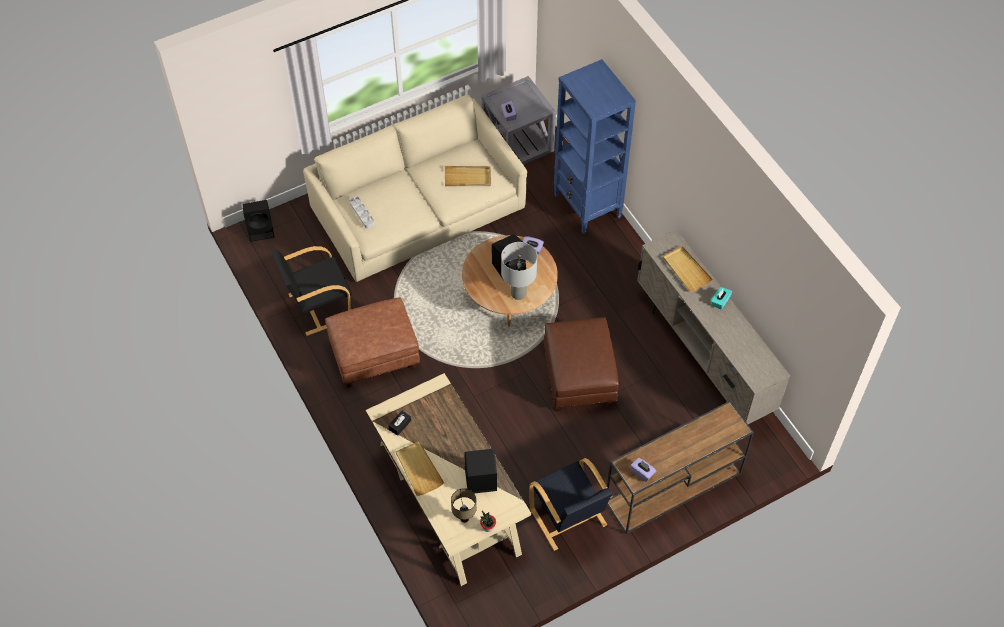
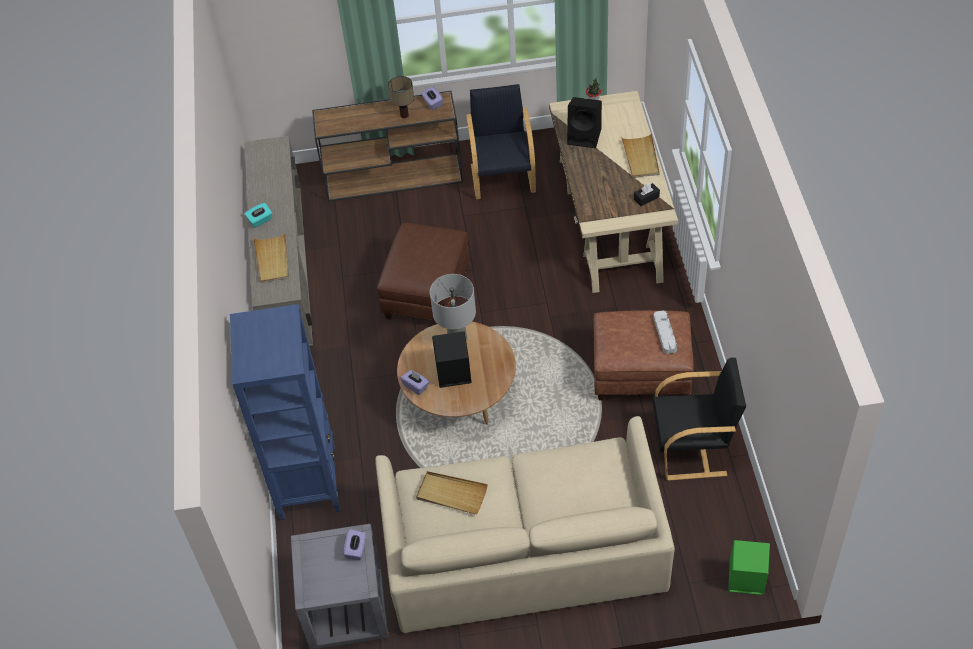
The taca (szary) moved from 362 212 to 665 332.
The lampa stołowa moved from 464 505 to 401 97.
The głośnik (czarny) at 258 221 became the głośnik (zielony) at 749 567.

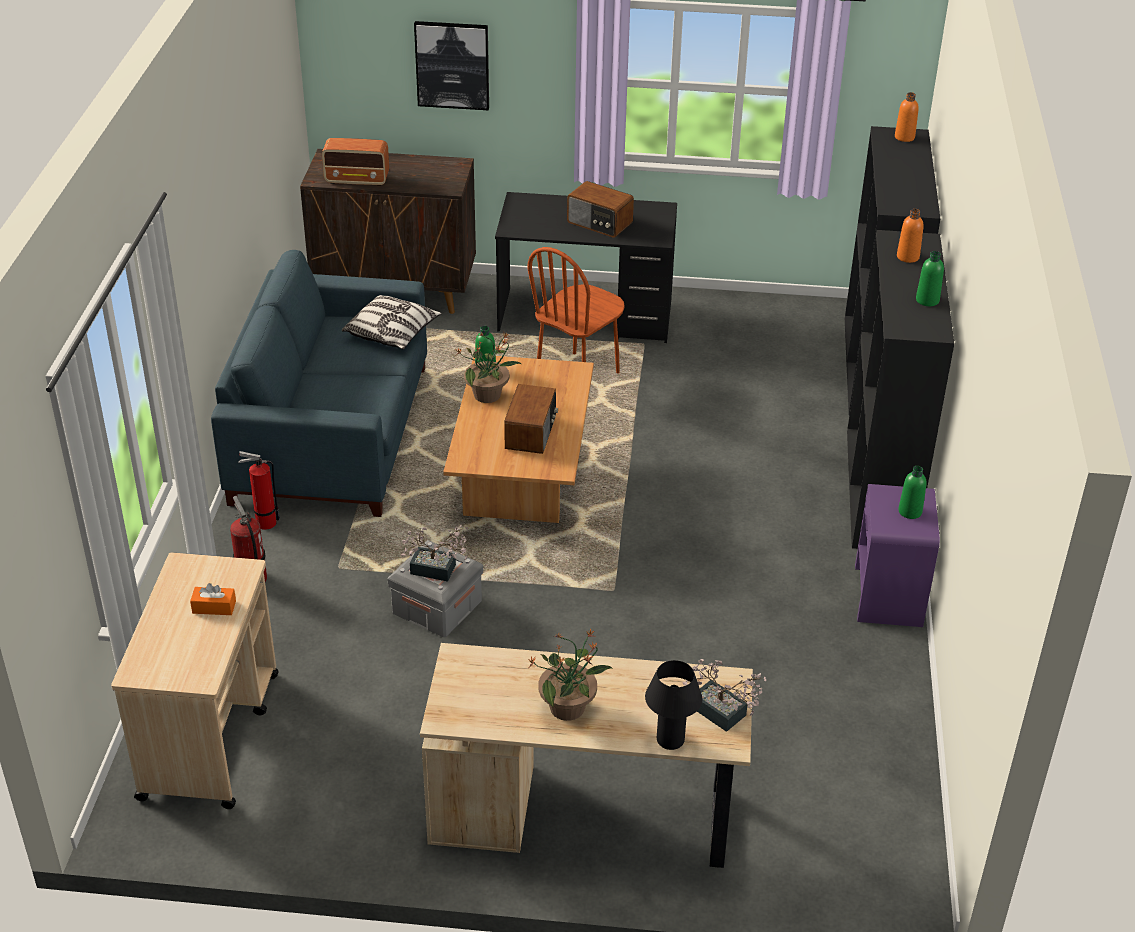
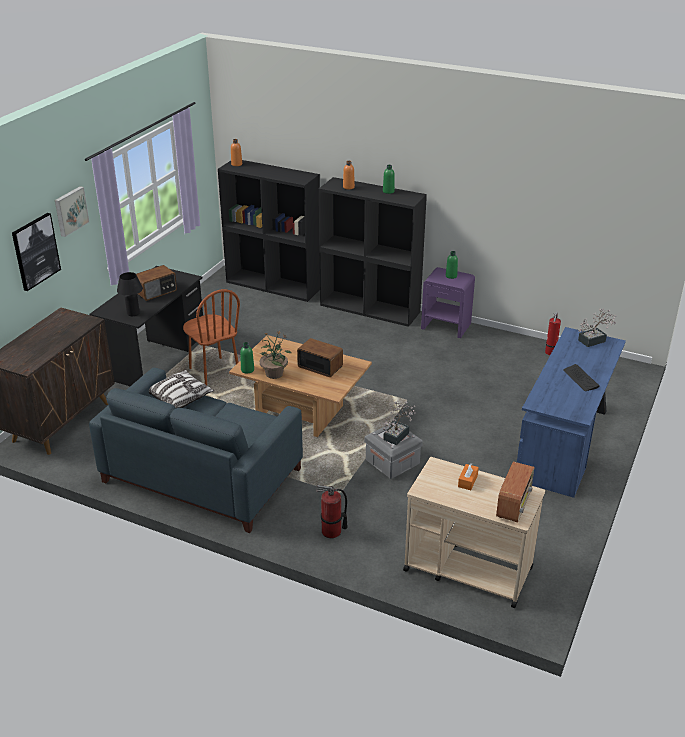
The obraz at 72 211 appeared.
The gaśnica moved from 259 490 to 553 333.
The radio moved from 355 162 to 515 492.
The lampa stołowa (czarny) moved from 673 705 to 130 294.
The roślina doniczkowa at 569 675 was replaced by the klawiatura at 581 377.
The biurko (beżowy) at 586 755 became the biurko (niebieski) at 571 412.

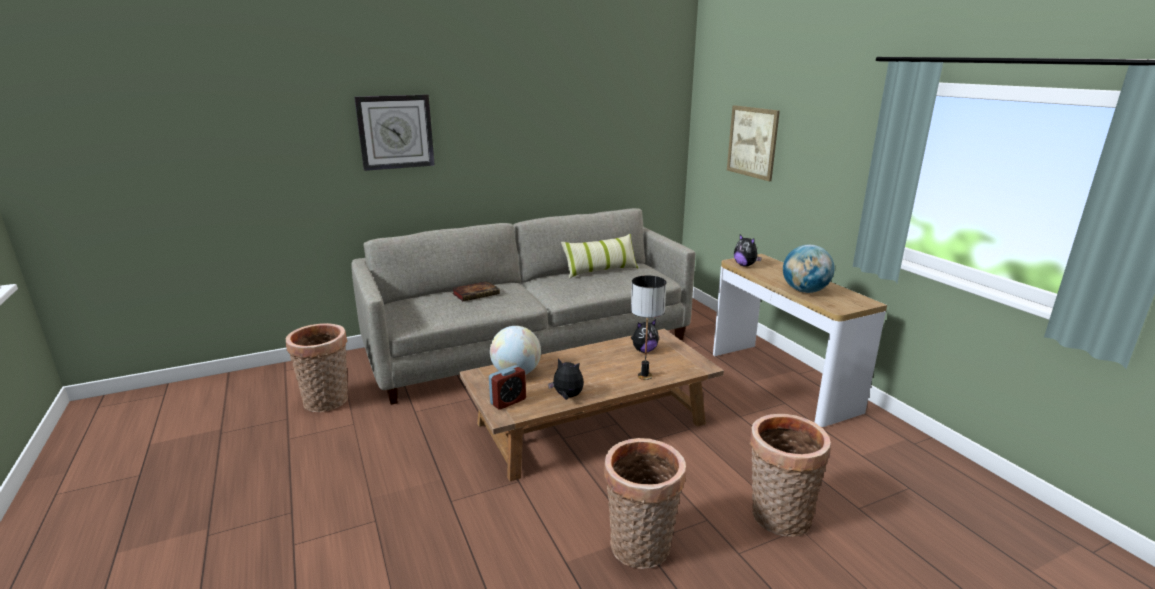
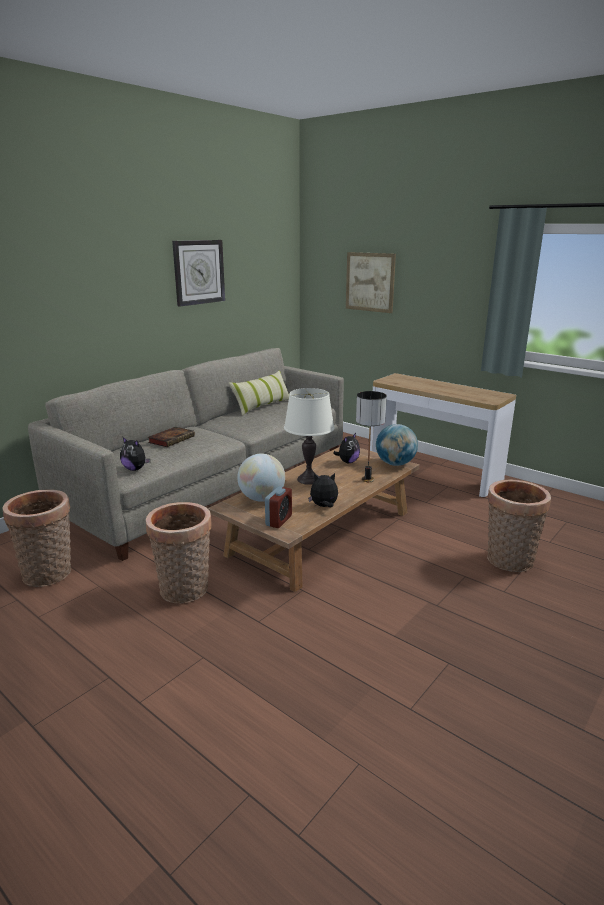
The lampa stołowa (biały) at 309 436 appeared.
The zegar ścienny moved from 394 132 to 198 273.
The koszyk moved from 645 503 to 179 552.
The pluszak moved from 748 251 to 135 454.
The globus moved from 809 269 to 397 445.

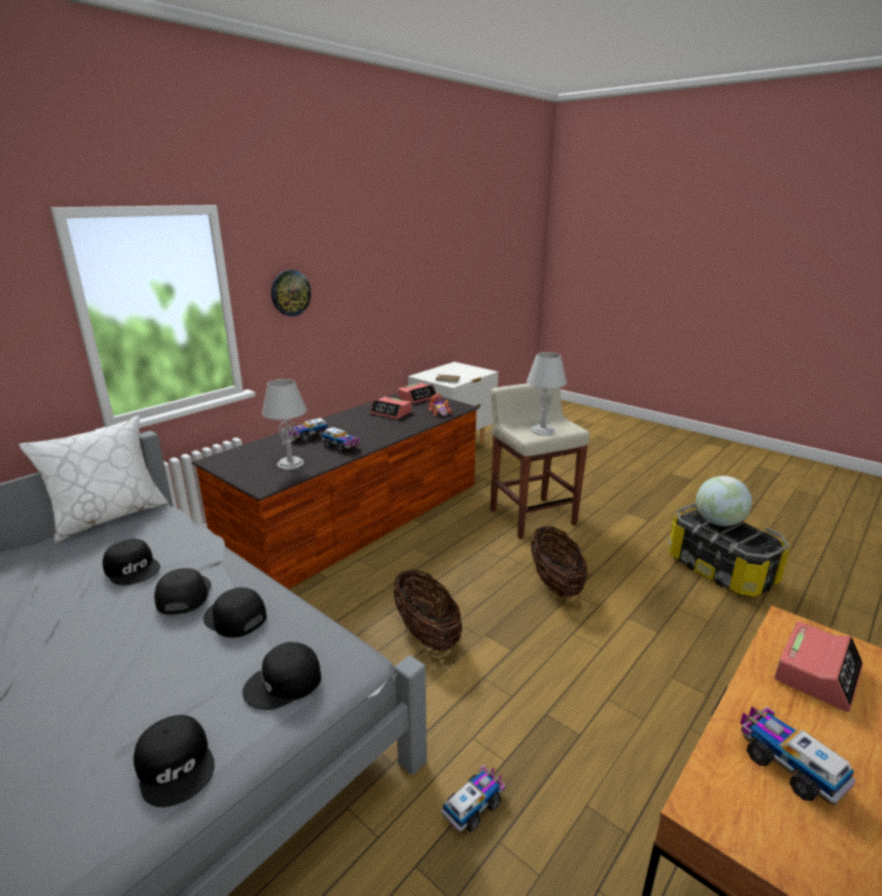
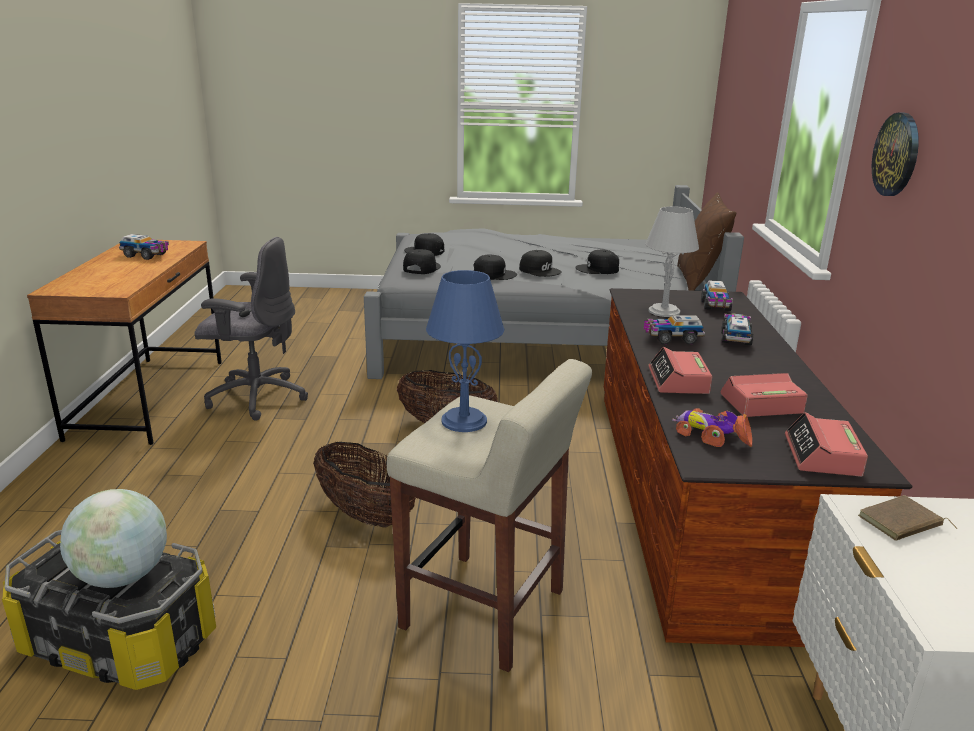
The krzesło biurowe (szary) at 251 329 appeared.
The ciężarówka zabawkowa moved from 473 799 to 717 295.
The budzik moved from 818 666 to 680 370.
The poduszka (biały) at 94 479 became the poduszka (brązowy) at 706 241.
The lampa stołowa (szary) at 547 393 became the lampa stołowa (niebieski) at 465 351.

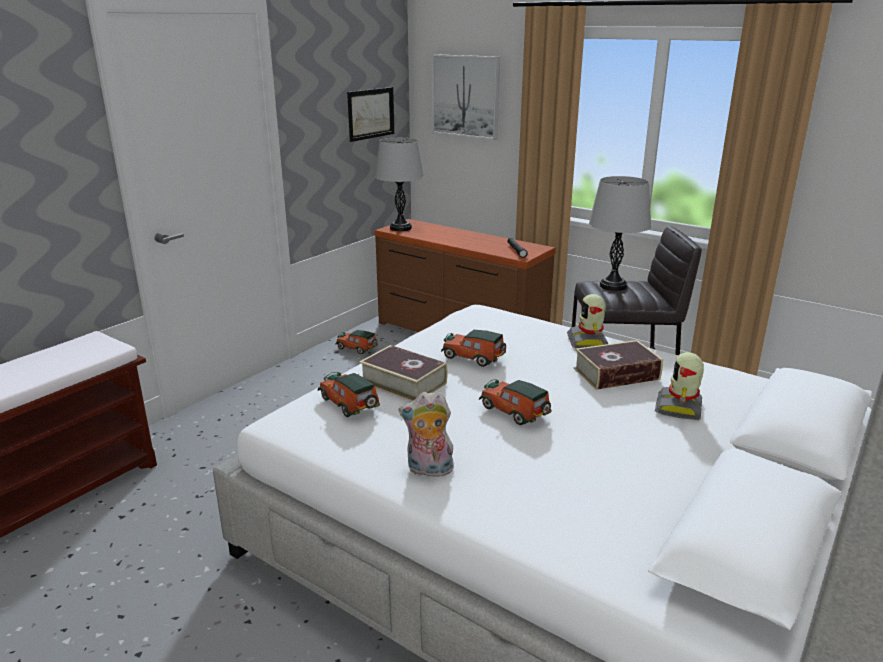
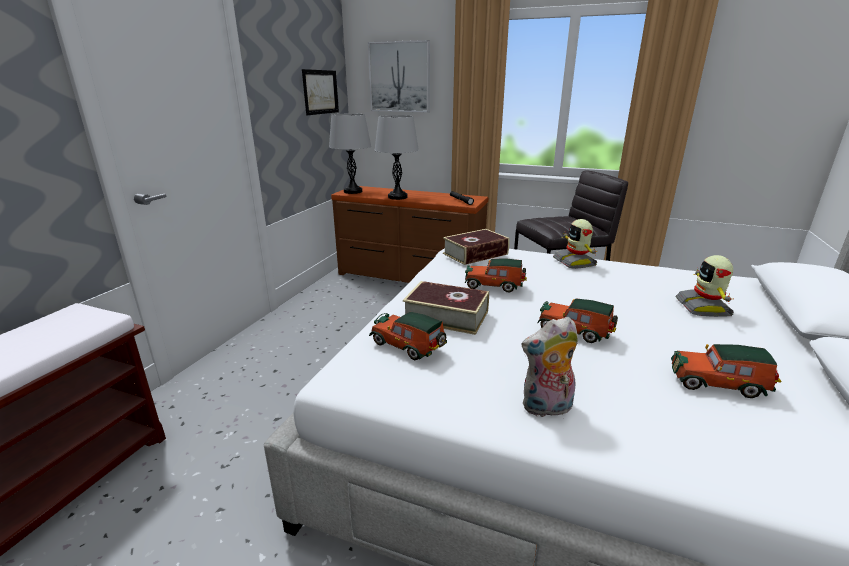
The samochodzik moved from 357 342 to 726 371.
The książka moved from 618 365 to 476 247.
The lampa stołowa (szary) moved from 620 233 to 396 157.

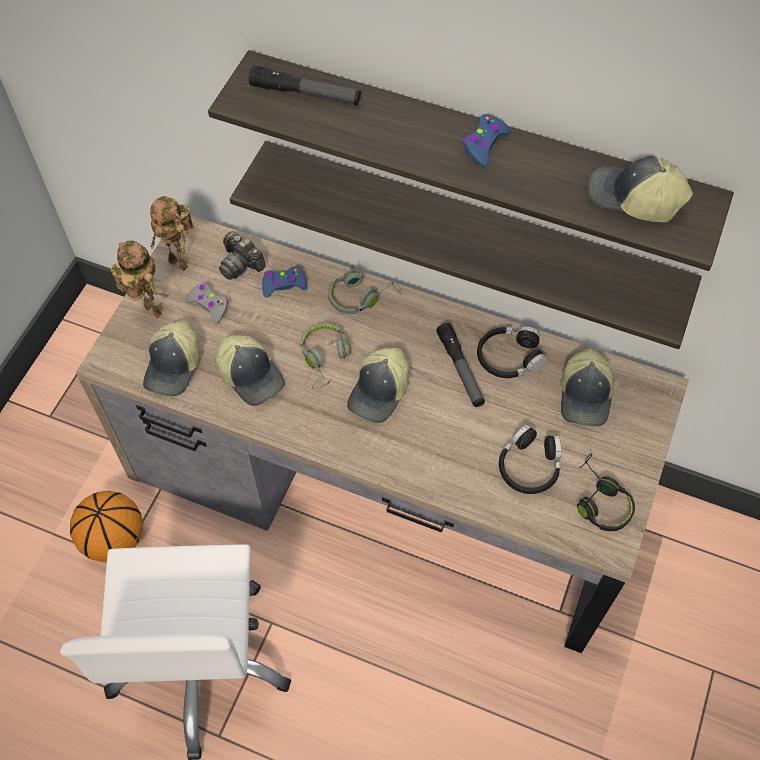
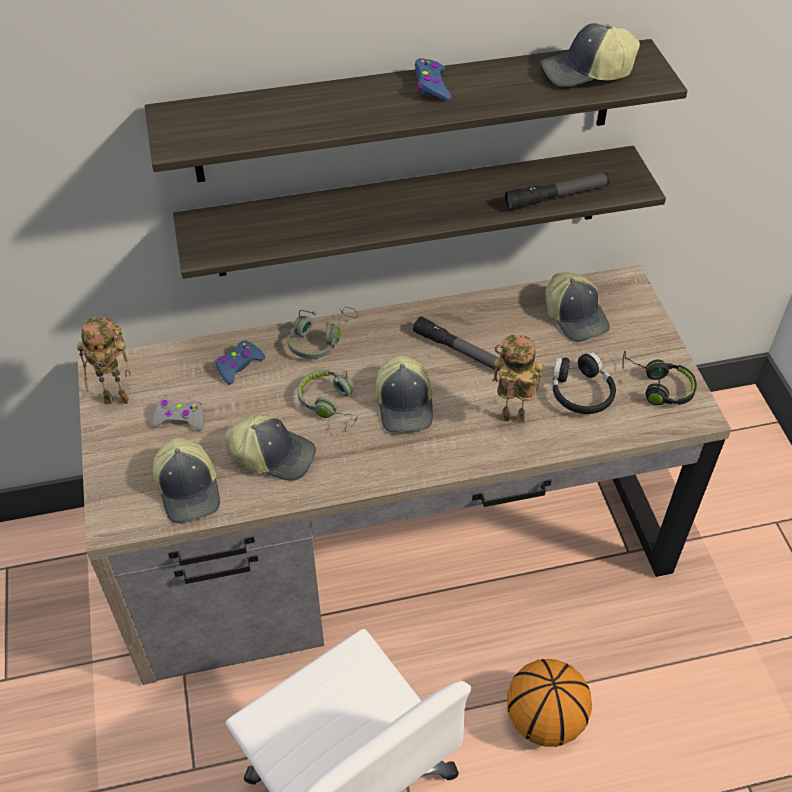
The aparat fotograficzny at 242 255 disappeared.
The słuchawki (czarny) at 512 352 disappeared.
The piłka do koszykówki moved from 106 526 to 549 703.
The robot zabawkowy moved from 140 279 to 518 379.
The latarka moved from 305 85 to 557 191.

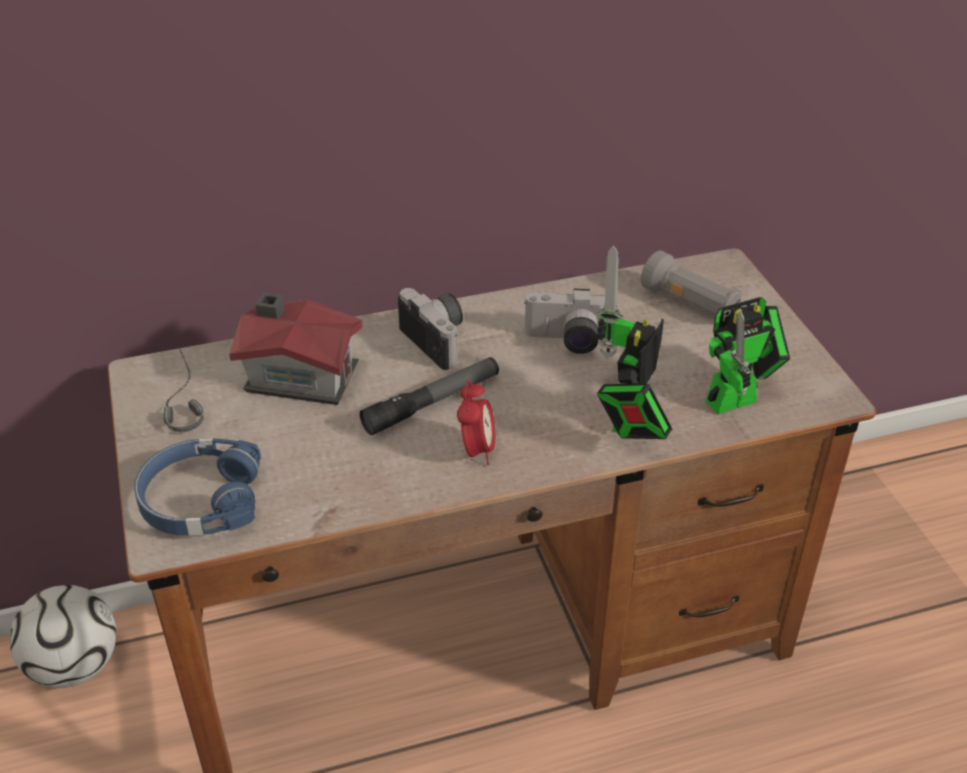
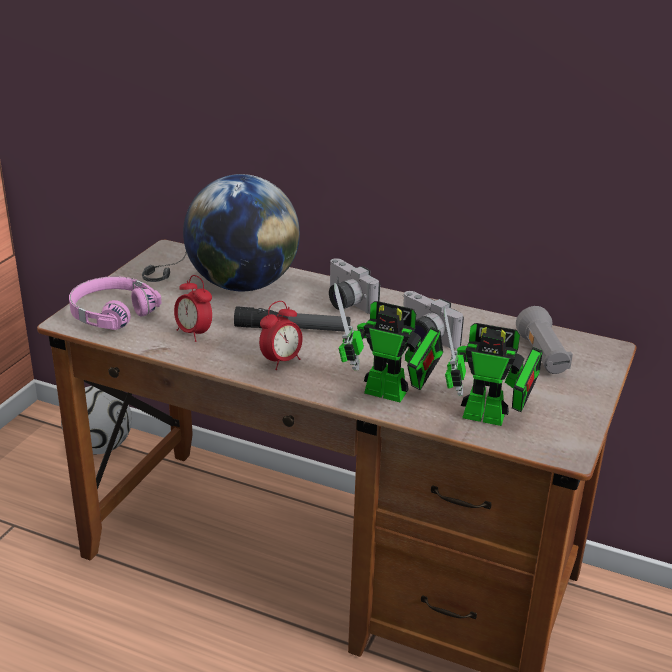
The budzik at 193 308 appeared.
The domek at 296 349 was replaced by the globus at 241 233.
The słuchawki (niebieski) at 197 487 became the słuchawki (różowy) at 115 303.
The aparat fotograficzny at 430 329 turned 135 degrees clockwise.
The robot zabawkowy at 633 342 turned 135 degrees counterclockwise.

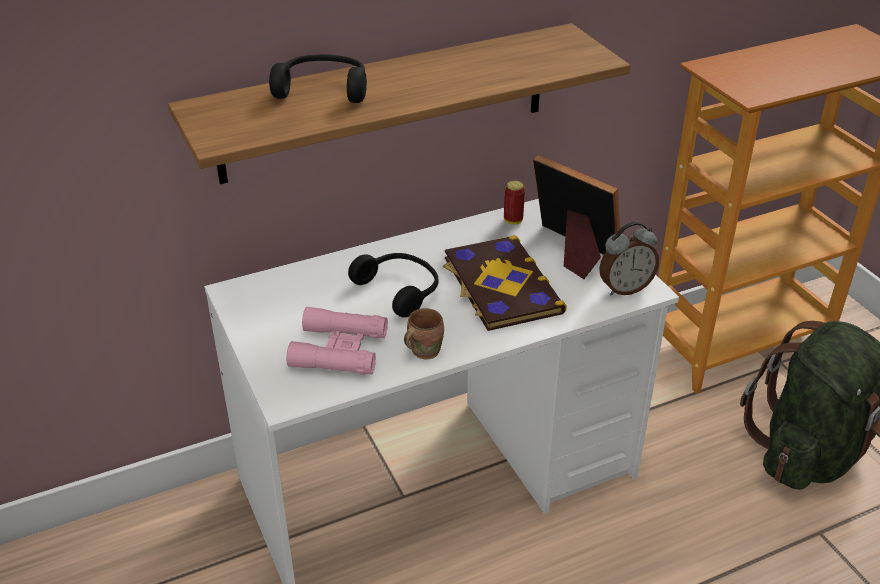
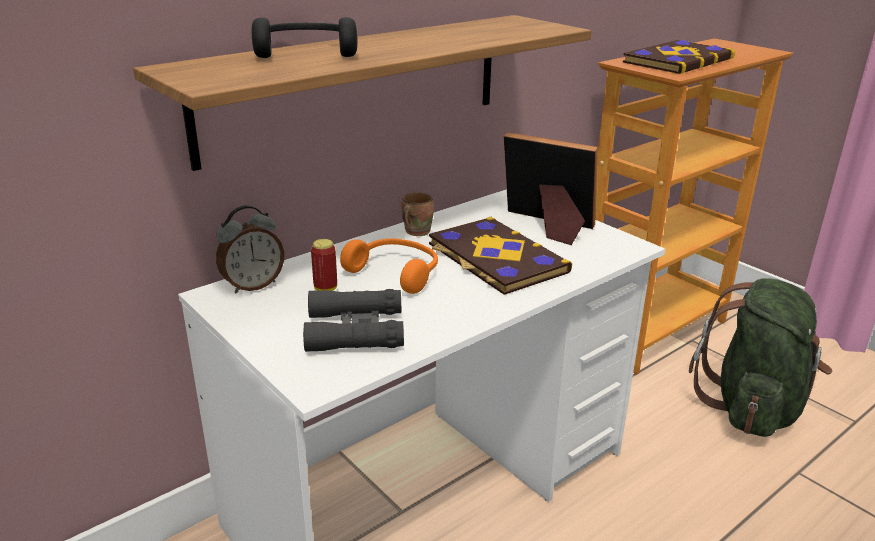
The książka at 679 57 appeared.
The kubek (brązowy) moved from 424 333 to 417 214.
The puszka moved from 514 202 to 324 265.
The budzik moved from 629 259 to 250 249.
The lornetka (różowy) at 337 341 became the lornetka (czarny) at 353 320.
The słuchawki (czarny) at 393 285 became the słuchawki (pomarańczowy) at 389 266.

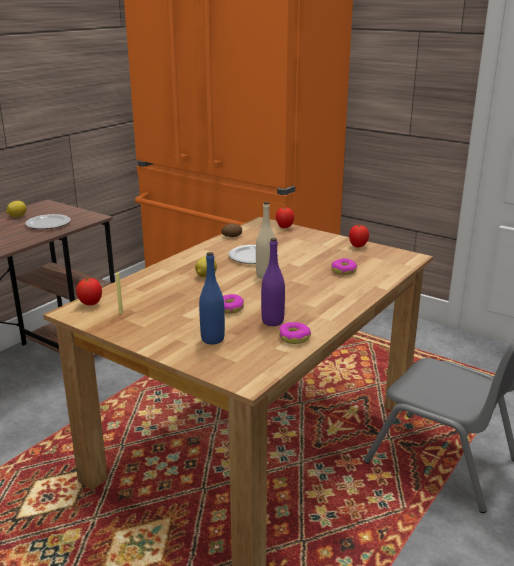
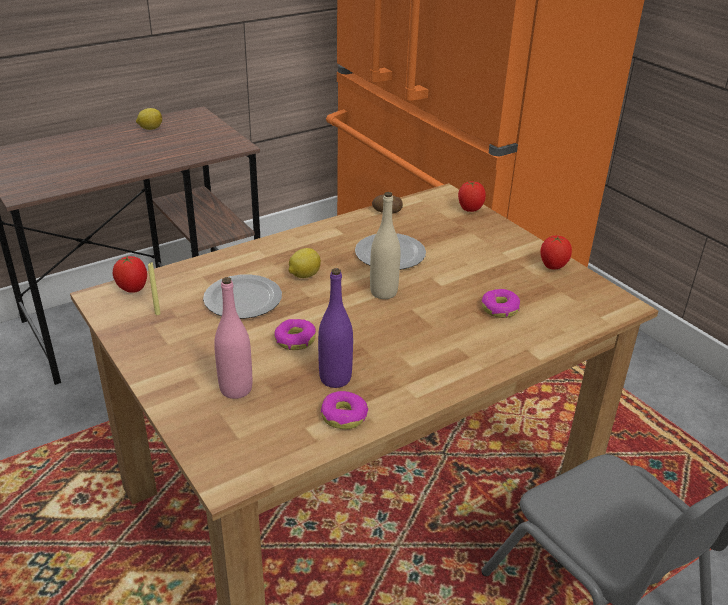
The talerz moved from 48 221 to 242 296.
The butelka (niebieski) at 212 298 became the butelka (różowy) at 233 338.

